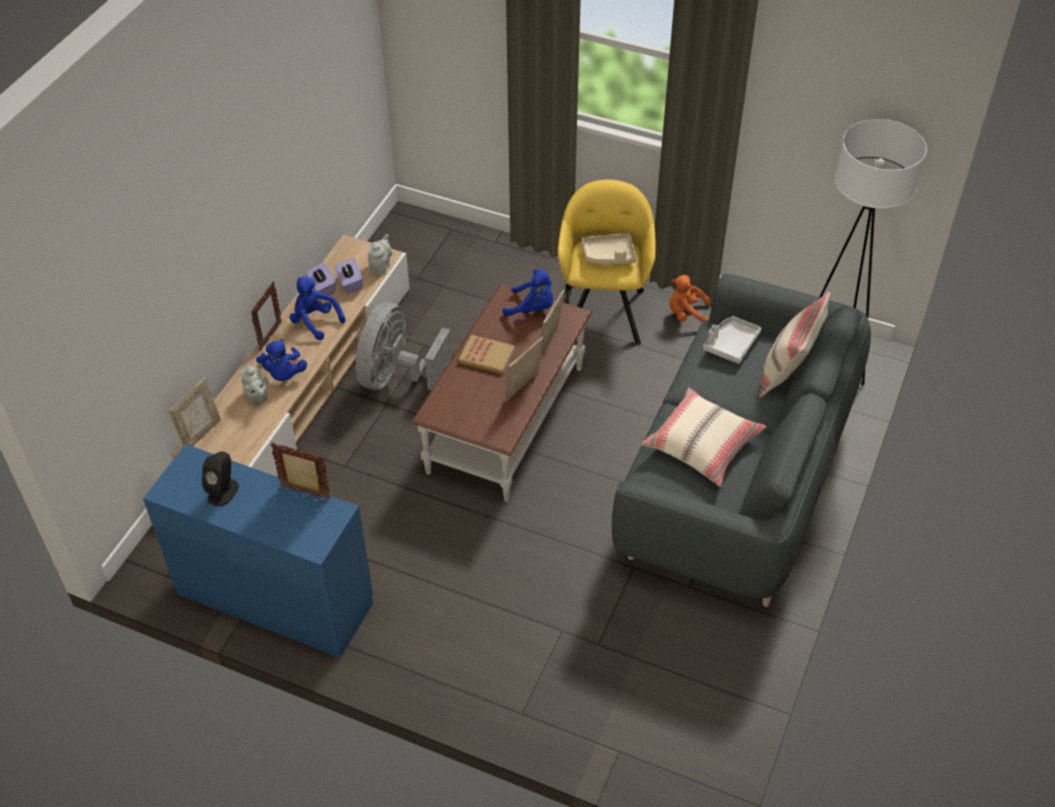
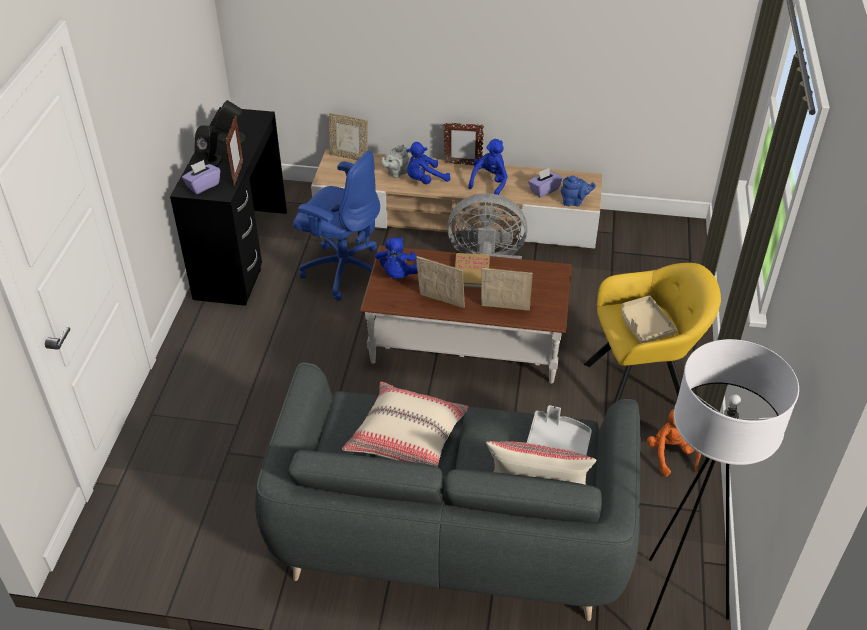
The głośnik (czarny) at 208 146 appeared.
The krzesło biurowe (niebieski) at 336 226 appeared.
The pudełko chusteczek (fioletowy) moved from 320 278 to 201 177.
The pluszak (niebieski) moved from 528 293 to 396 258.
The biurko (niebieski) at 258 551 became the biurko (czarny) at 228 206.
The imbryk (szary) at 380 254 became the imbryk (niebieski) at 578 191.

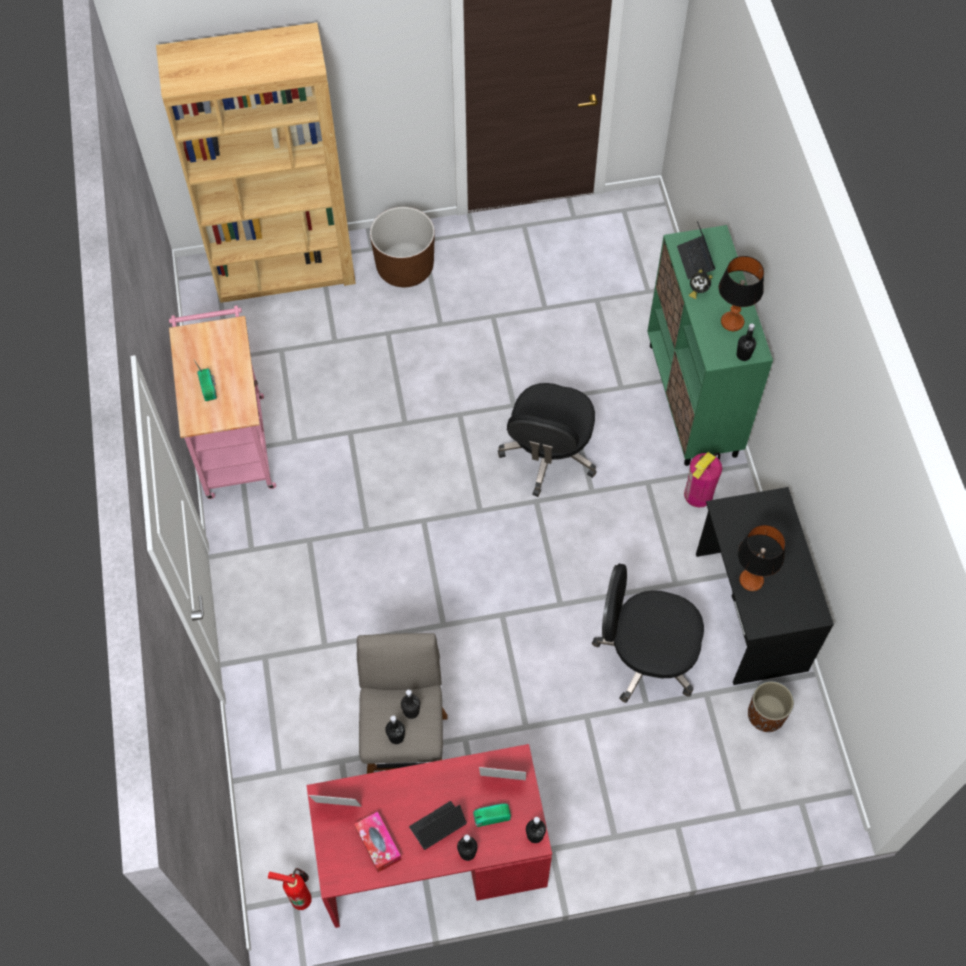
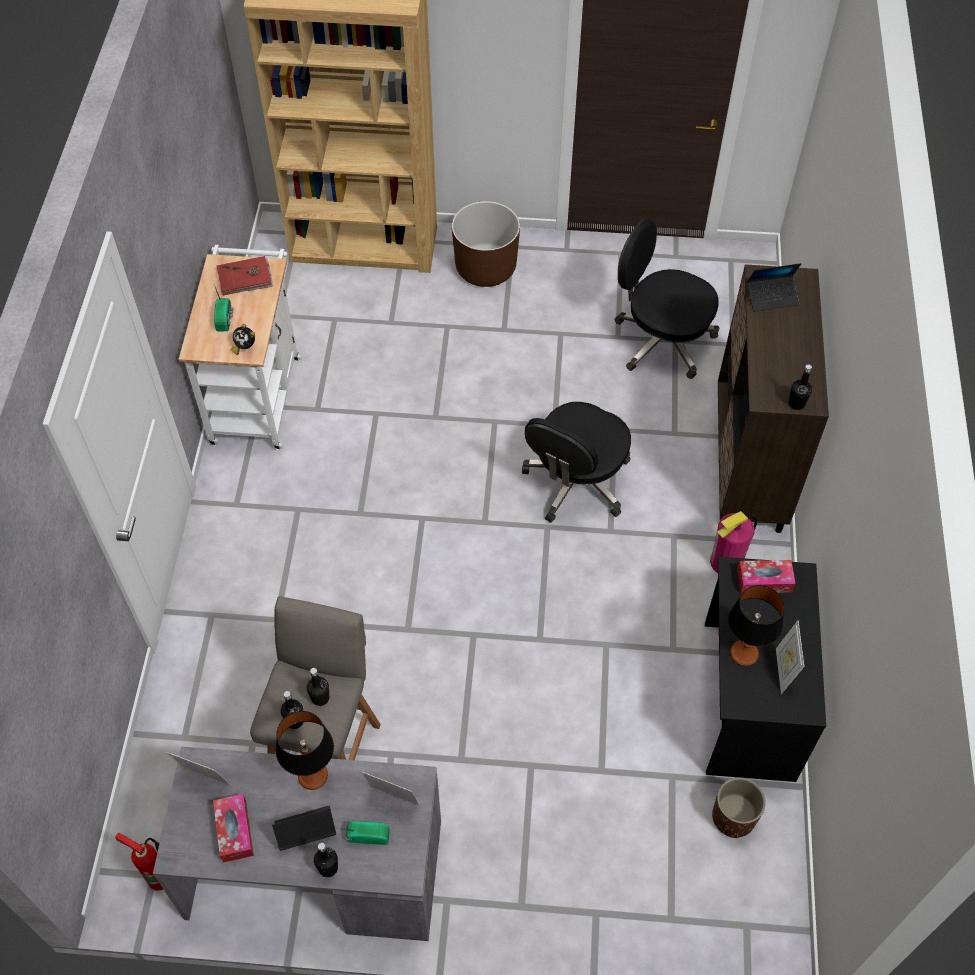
The butelka (czarny) at 536 830 disappeared.
The książka (czerwony) at 245 275 appeared.
The pudełko chusteczek at 766 576 appeared.
The ramka na zdjęcie at 790 657 appeared.
The krzesło biurowe (czarny) moved from 648 633 to 667 299.
The budzik moved from 701 284 to 243 339.
The lampa stołowa moved from 741 293 to 305 750.
The wózek (różowy) at 222 402 became the wózek (biały) at 240 347.
The biurko (czerwony) at 429 836 became the biurko (szary) at 297 844.
The szafka (zielony) at 710 345 became the szafka (brązowy) at 773 398.
The laptop at 696 250 turned 105 degrees counterclockwise.

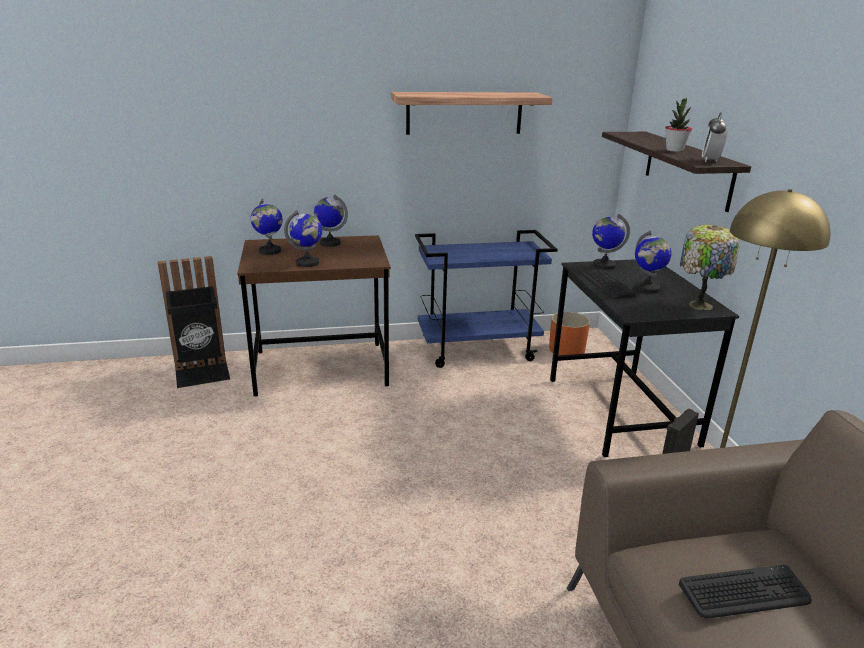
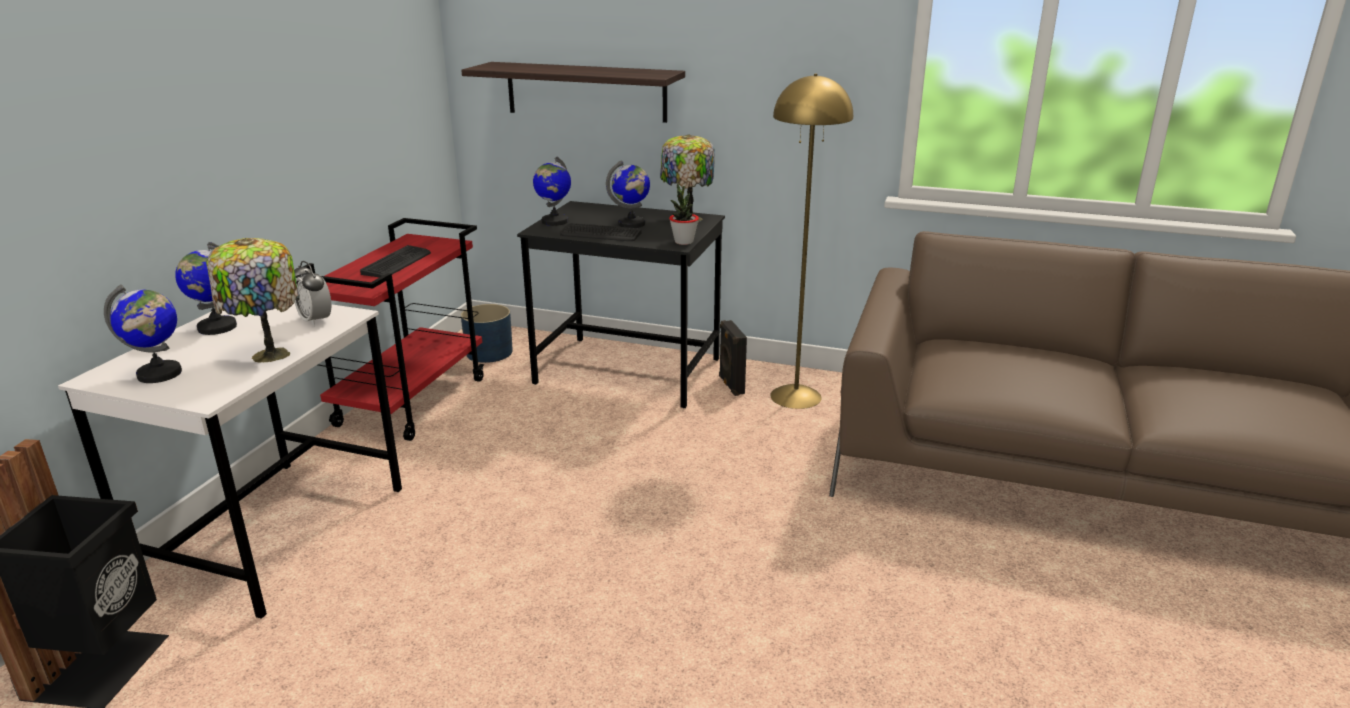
The półka at 472 113 disappeared.
The roślina doniczkowa moved from 678 125 to 684 214.
The klawiatura moved from 745 591 to 395 261.
The budzik moved from 715 137 to 312 294.
The globus at 303 238 was replaced by the lampa stołowa at 253 300.
The biurko (brązowy) at 314 316 became the biurko (biały) at 230 461.
The wózek (niebieski) at 486 299 became the wózek (czerwony) at 394 329.
The donica (pomarańczowy) at 569 333 became the donica (niebieski) at 487 333.

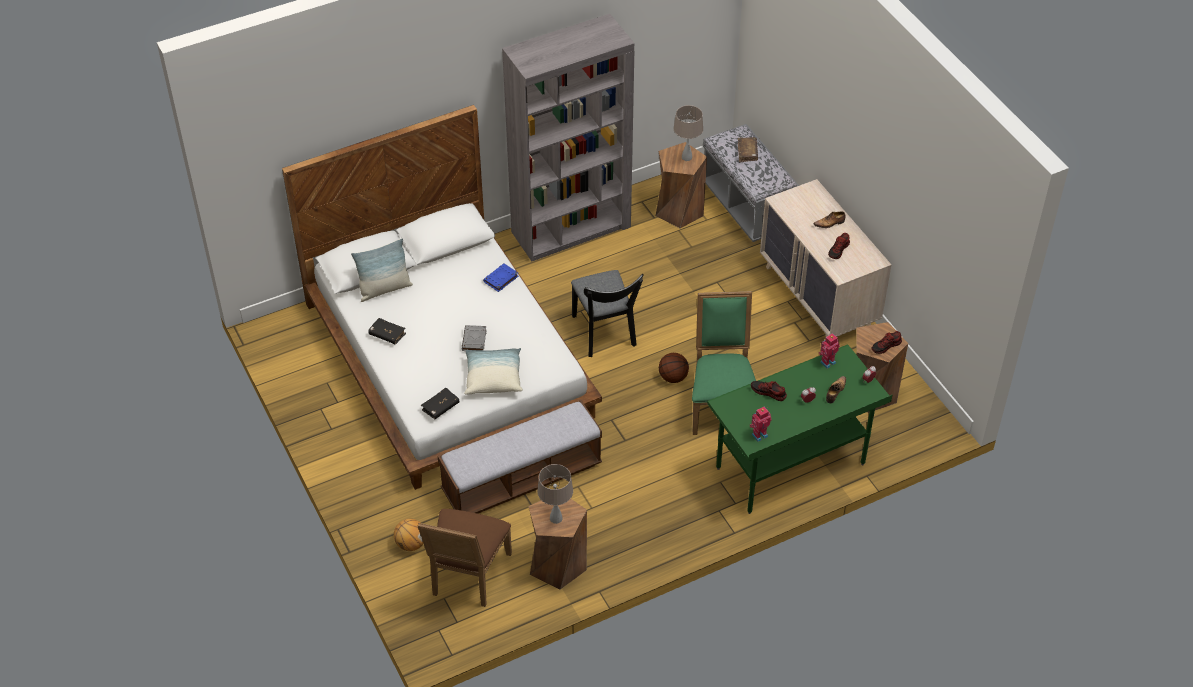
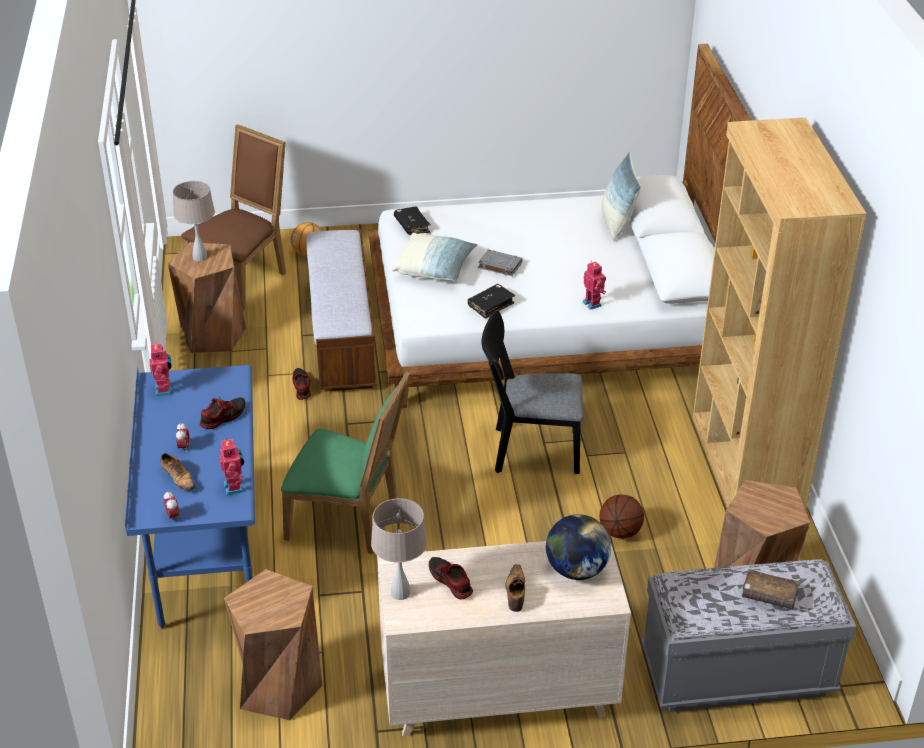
The globus at 578 547 appeared.
The książka (czarny) moved from 387 331 to 491 301.
The piłka do koszykówki moved from 674 368 to 622 516.
The lampa stołowa (beżowy) moved from 688 133 to 399 549.
The but moved from 887 342 to 302 384.
The książka (niebieski) at 500 278 was replaced by the robot zabawkowy at 594 285.
The regał (szary) at 568 137 became the regał (brązowy) at 780 313.
The biurko (zielony) at 799 429 became the biurko (niebieski) at 190 497.
The krzesło (brązowy) at 464 558 turned 90 degrees clockwise.

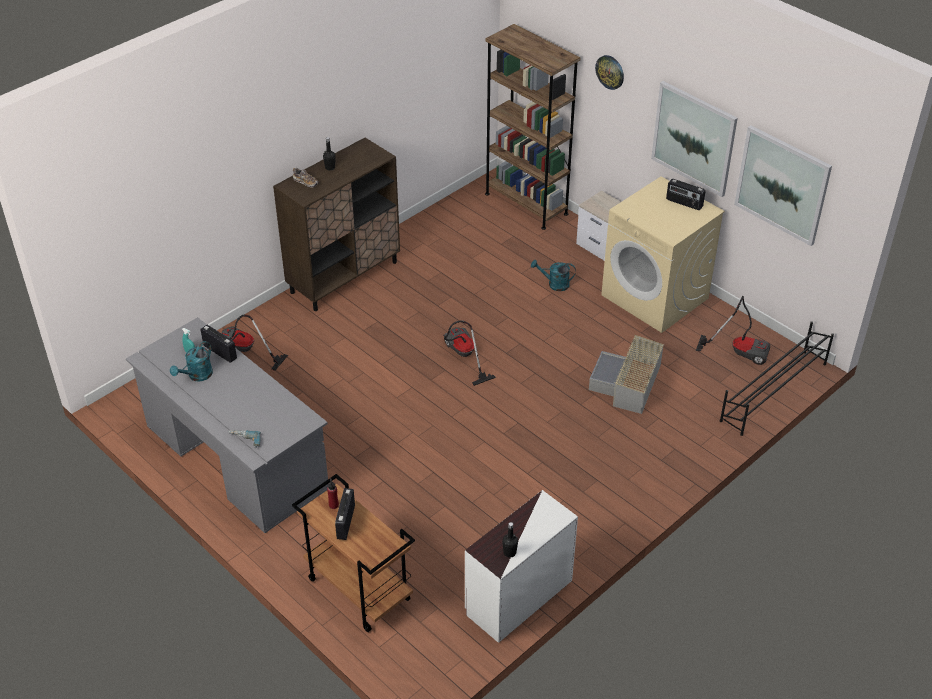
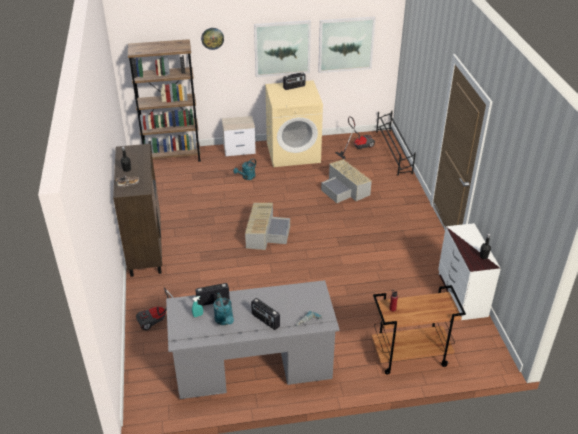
The radio moved from 345 514 to 265 314.
The odkurzacz at 469 353 was replaced by the pojemnik do przechowywania (szary) at 267 226.

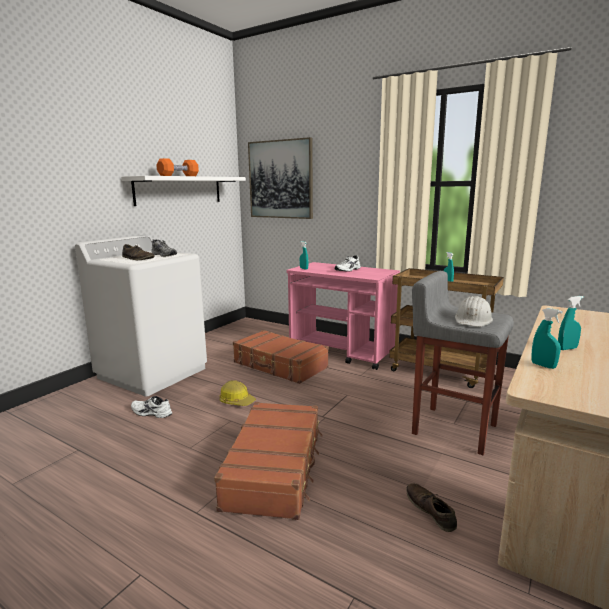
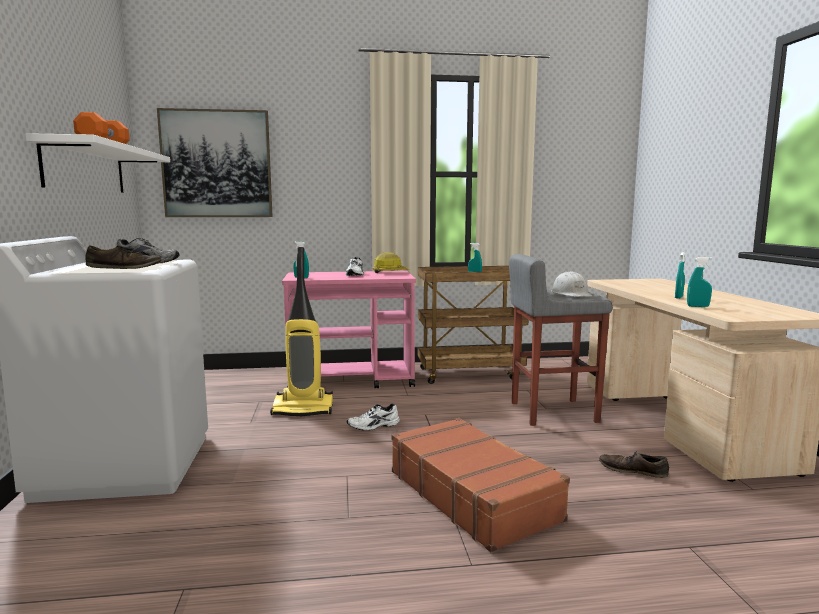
The but (biały) moved from 151 407 to 373 417.
The kask moved from 237 393 to 391 262.
The walizka (brązowy) at 281 357 was replaced by the odkurzacz at 301 332.

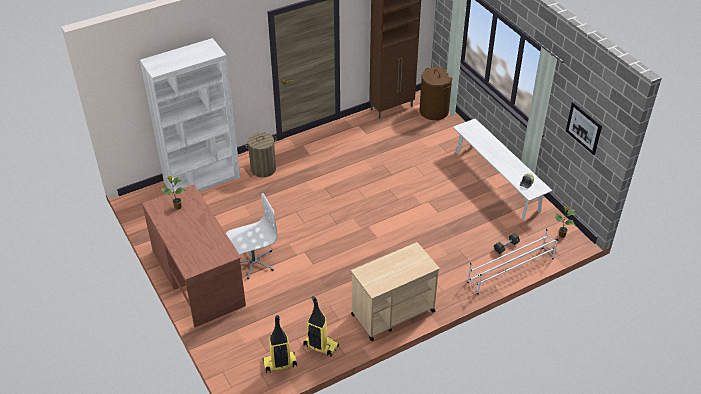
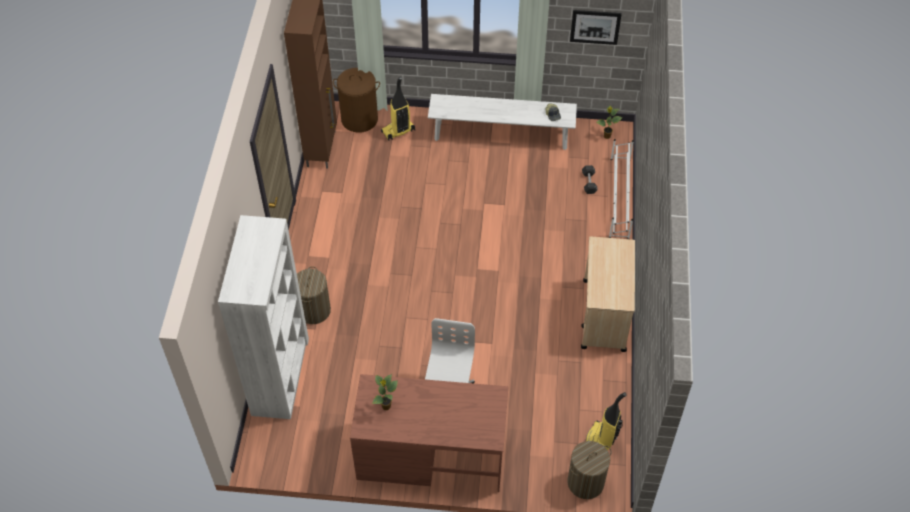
The kosz na pranie at 589 470 appeared.
The odkurzacz moved from 321 326 to 398 109.

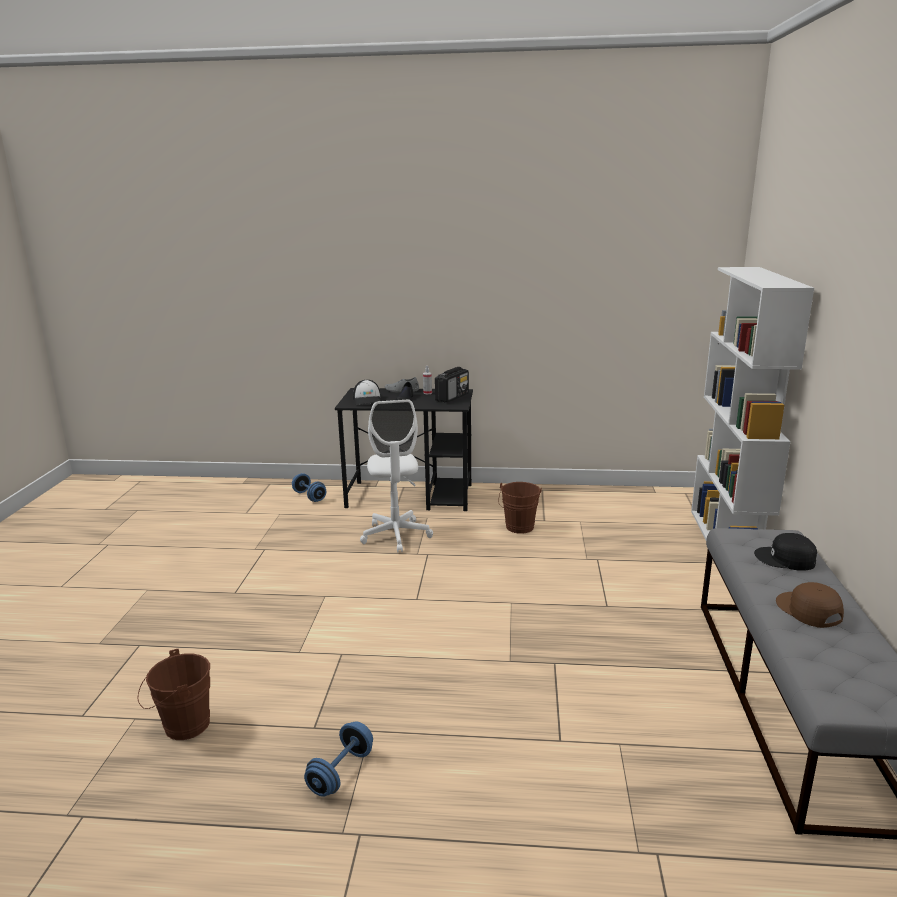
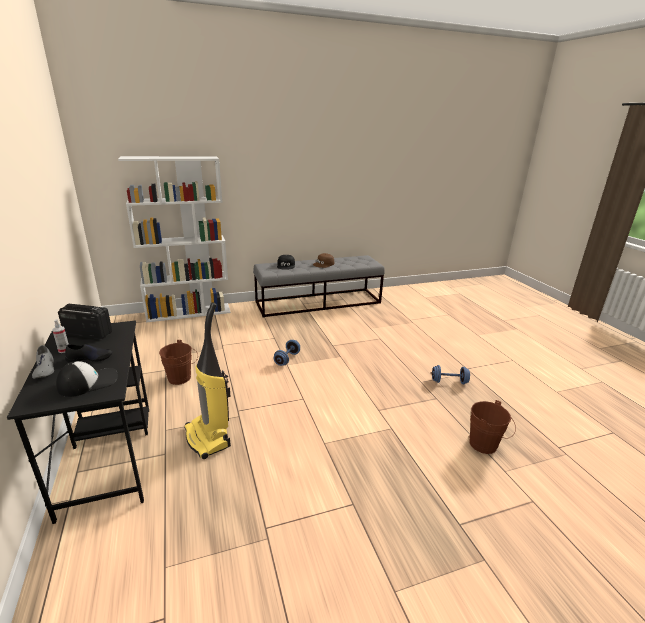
The hantel (niebieski) moved from 309 487 to 287 353.
The krzesło biurowe (biały) at 396 476 was replaced by the odkurzacz at 207 381.

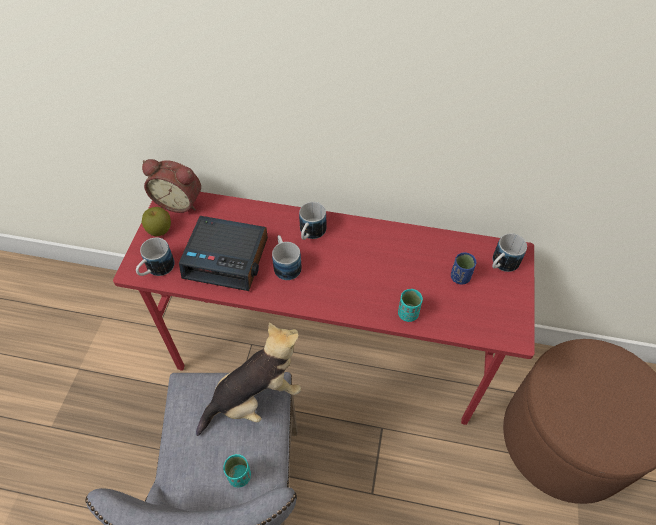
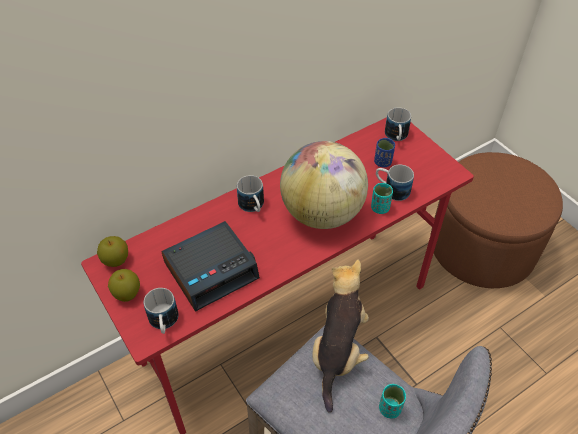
The globus at 324 185 appeared.
The kubek moved from 287 257 to 395 182.
The budzik at 171 186 was replaced by the jabłko at 112 251.

